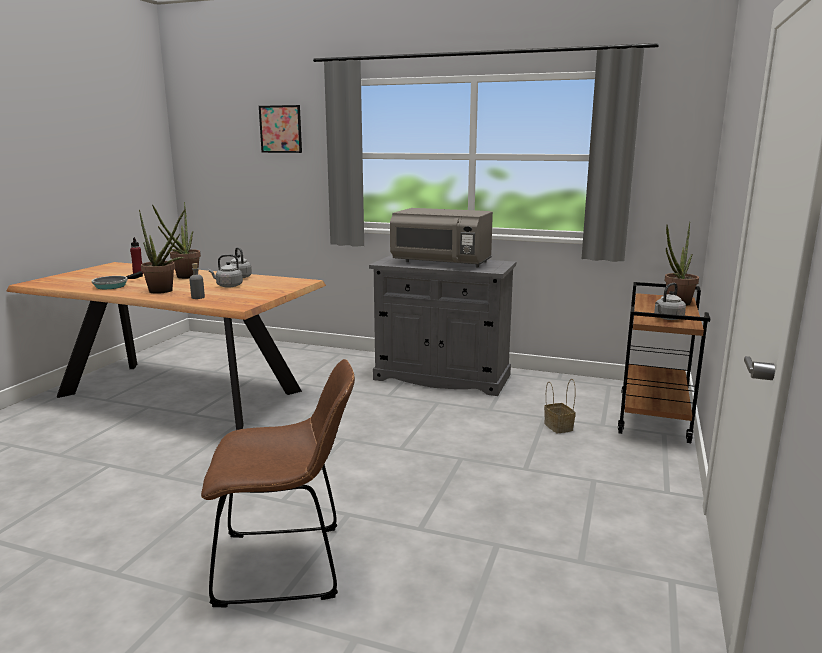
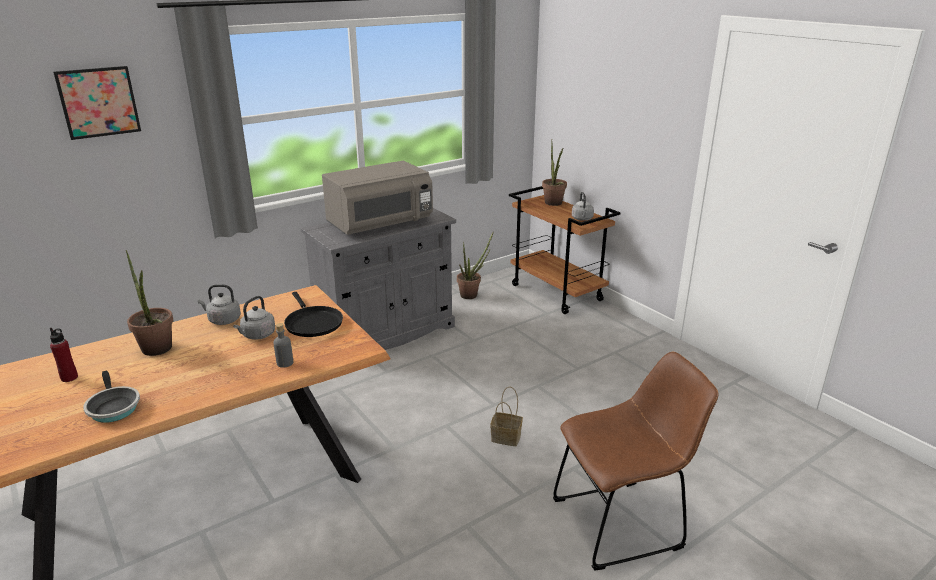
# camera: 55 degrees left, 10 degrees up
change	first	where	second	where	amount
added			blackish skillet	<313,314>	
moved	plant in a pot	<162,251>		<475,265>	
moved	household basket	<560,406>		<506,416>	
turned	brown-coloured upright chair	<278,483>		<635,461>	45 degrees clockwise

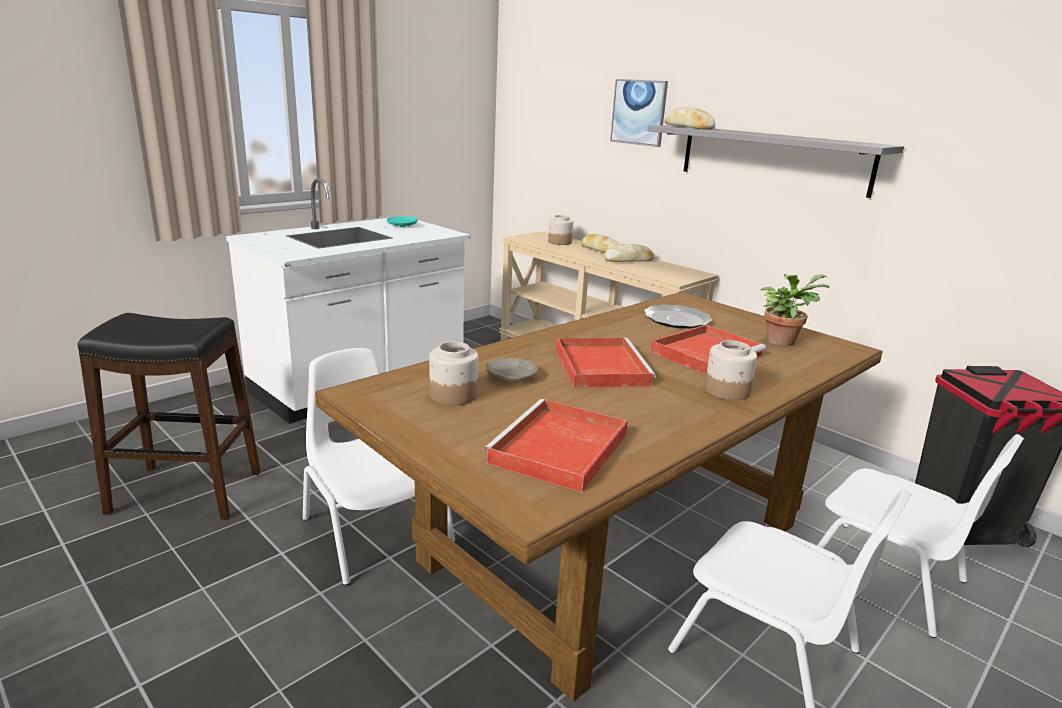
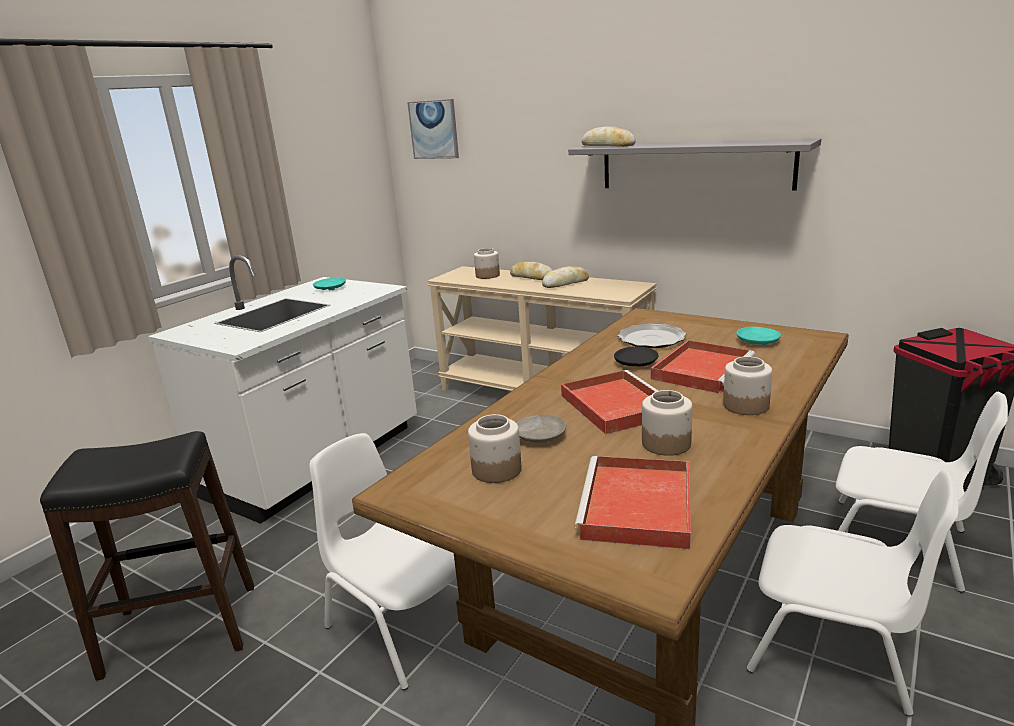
# camera: 10 degrees left, 0 degrees up
change	first	where	second	where	amount
added			blackish flat dish	<636,356>	
added			preserve jar	<667,423>	
moved	wall picture	<639,113>		<433,129>	
replaced	plant in a pot	<794,310>	turquoise-coloured flat dish	<759,336>	

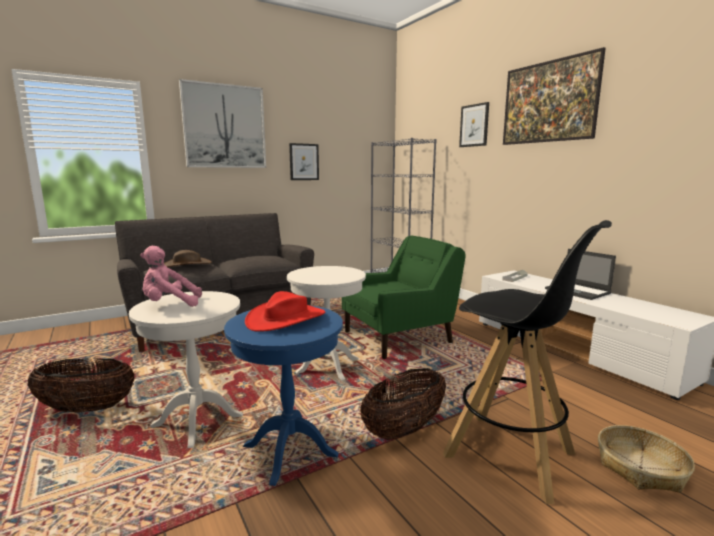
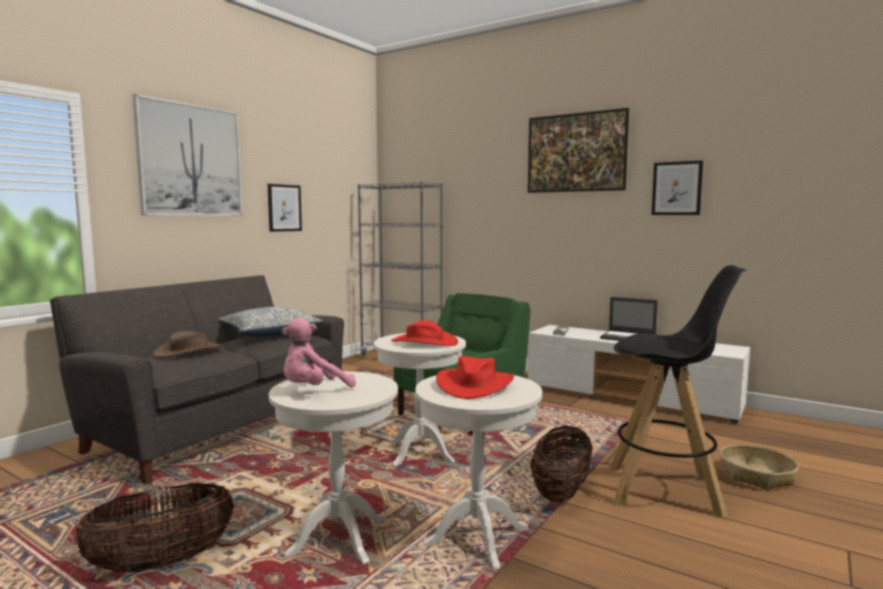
# camera: 25 degrees left, 5 degrees down
change	first	where	second	where	amount
added			pillow	<271,322>	
added			red clothing hat	<424,333>	
moved	wall picture	<474,124>		<677,187>	
recoloured	blue side table	<283,395>	white-coloured side table	<478,472>	

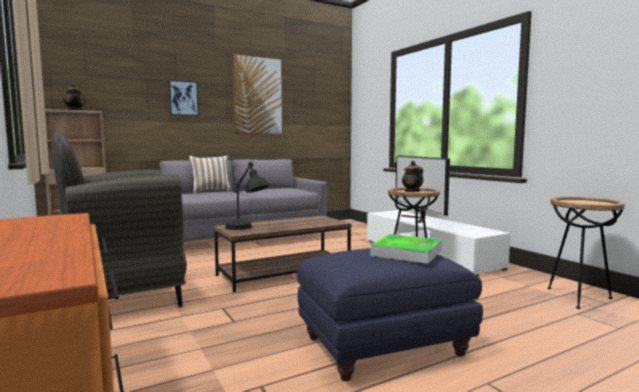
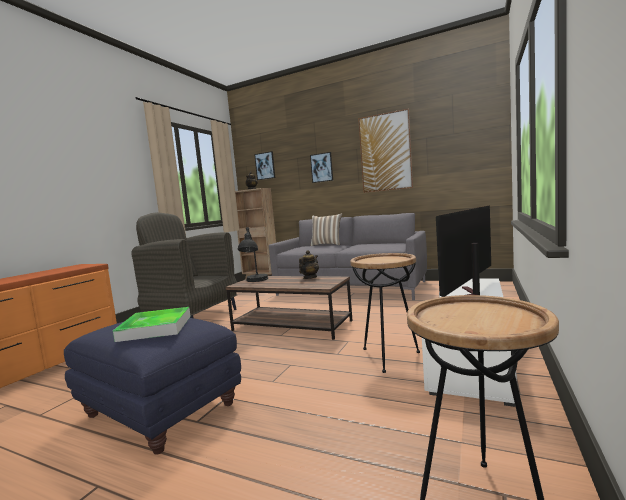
# camera: 55 degrees right, 0 degrees up
change	first	where	second	where	amount
added			wall picture	<264,165>	
moved	pot for tea	<413,176>		<309,264>	

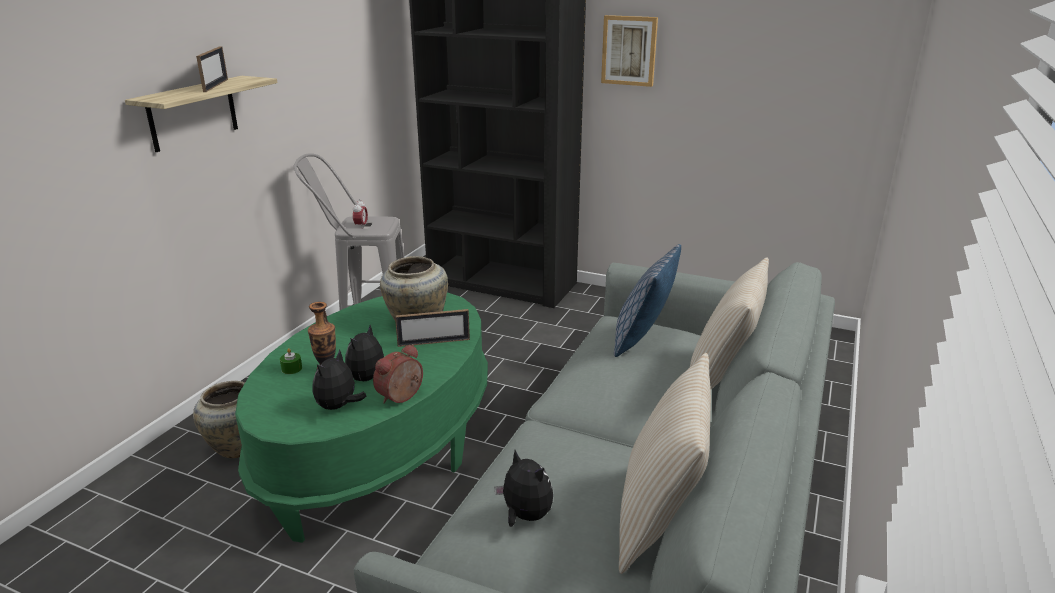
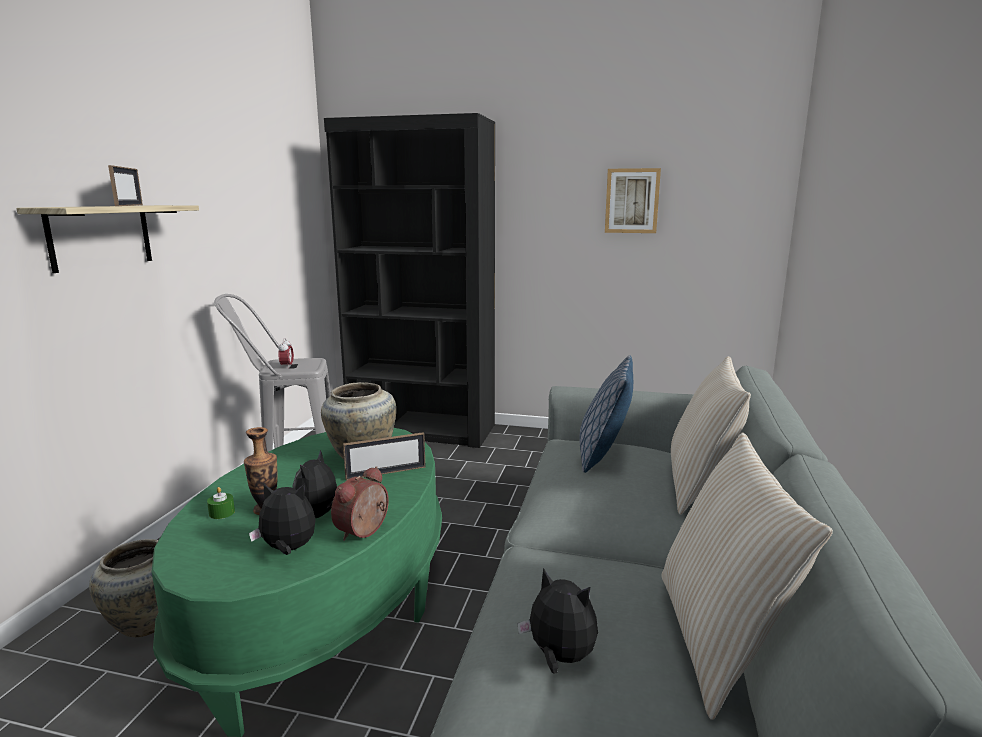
# camera: 10 degrees left, 10 degrees down
change	first	where	second	where	amount
moved	wall picture	<629,51>		<633,200>	
turned	soft toy	<340,379>		<282,519>	75 degrees clockwise

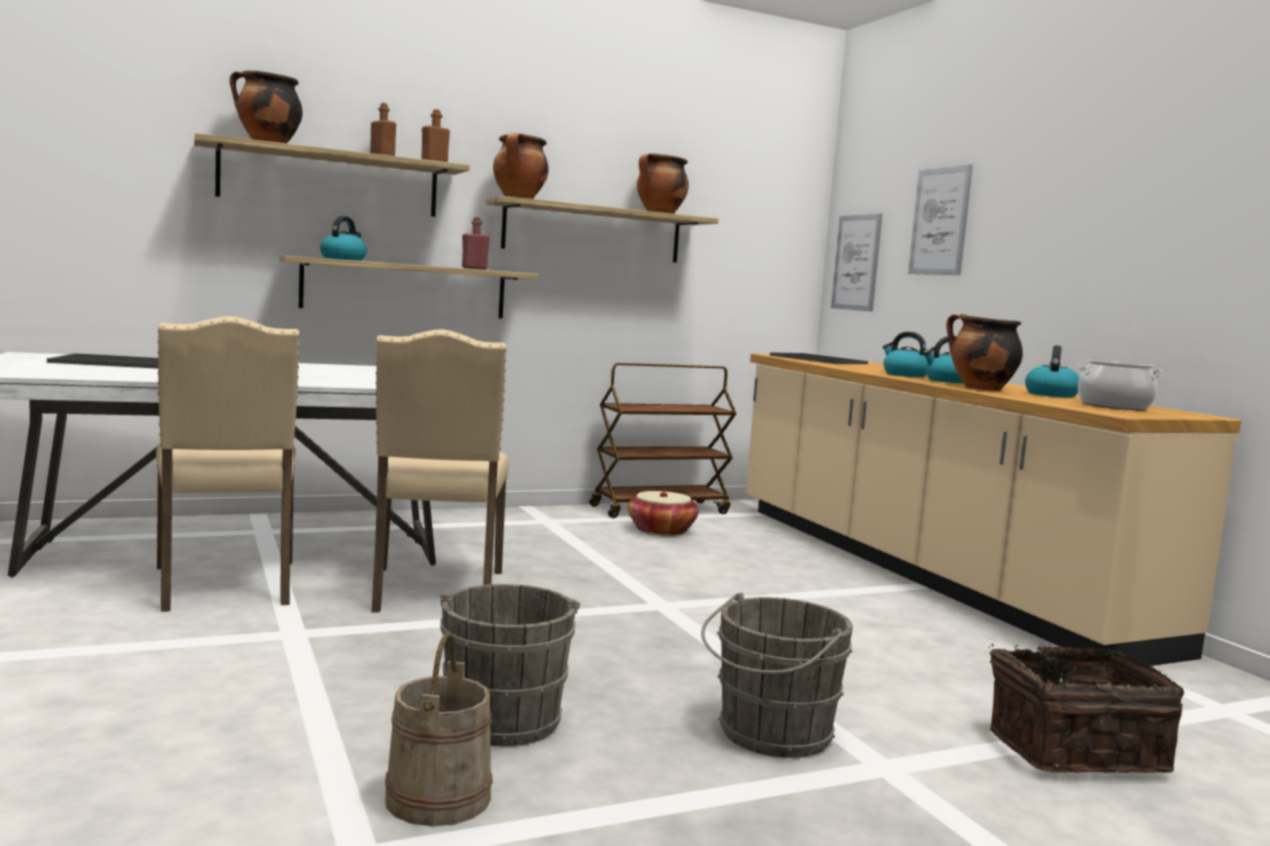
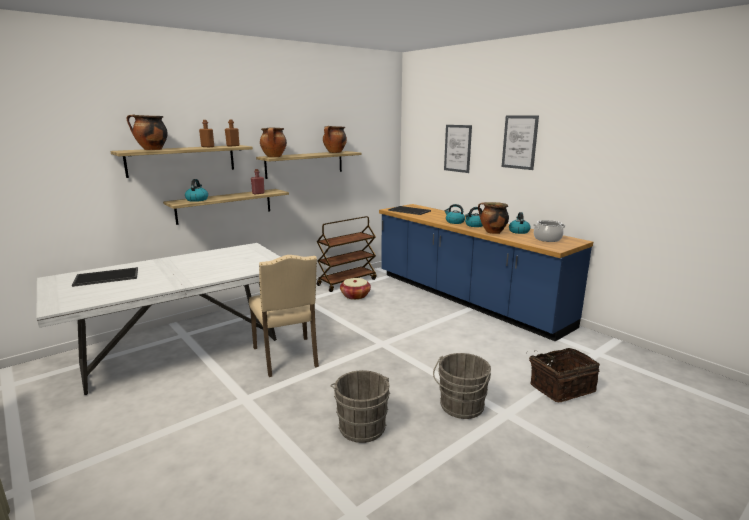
# camera: 15 degrees left, 10 degrees up
change	first	where	second	where	amount
removed	beige upright chair	<228,464>			
removed	beige water bucket	<439,729>			
moved	wall picture	<857,262>		<520,142>	
recoloured	beige kitchen counter	<993,510>	blue kitchen counter	<486,272>	

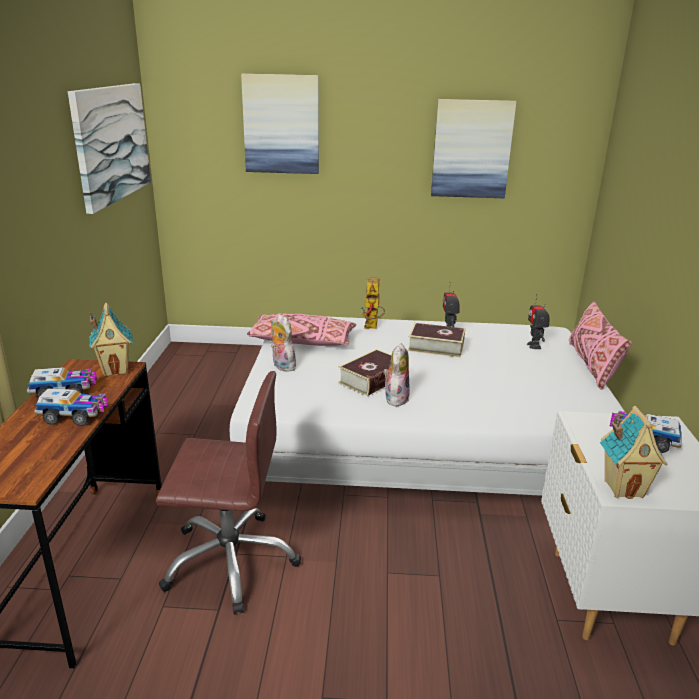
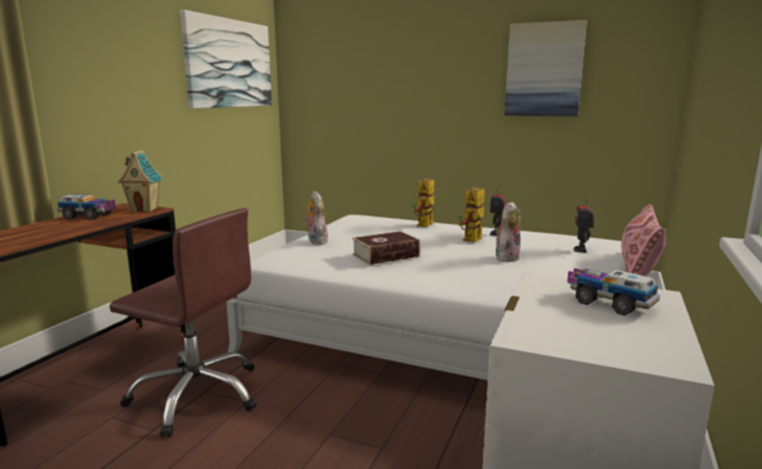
# camera: 20 degrees right, 10 degrees down
change	first	where	second	where	amount
removed	model truck	<71,407>			
removed	wall picture	<280,123>			
removed	pink-coloured pillow	<301,329>			
removed	model house	<633,452>			
moved	soft toy	<396,374>		<508,231>	
replaced	book	<436,340>	robot figure	<471,214>	

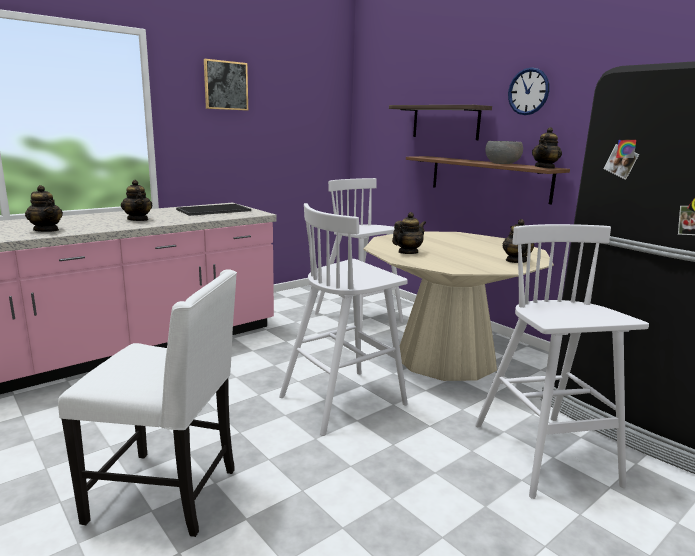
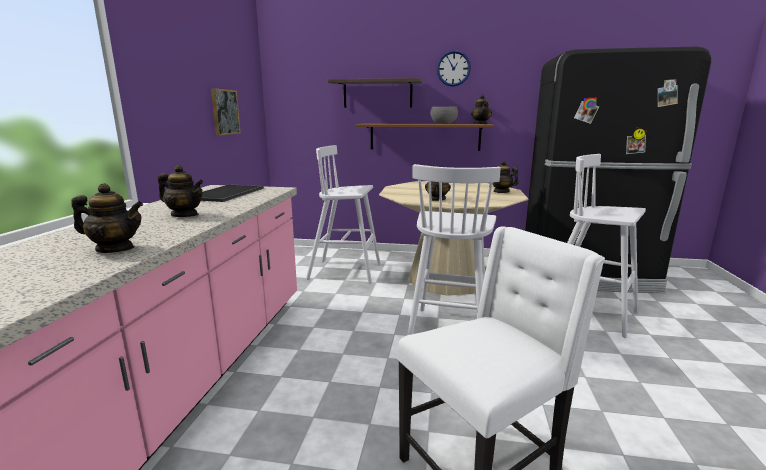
# camera: 40 degrees left, 0 degrees up
change	first	where	second	where	amount
moved	wall picture	<226,85>		<226,112>	

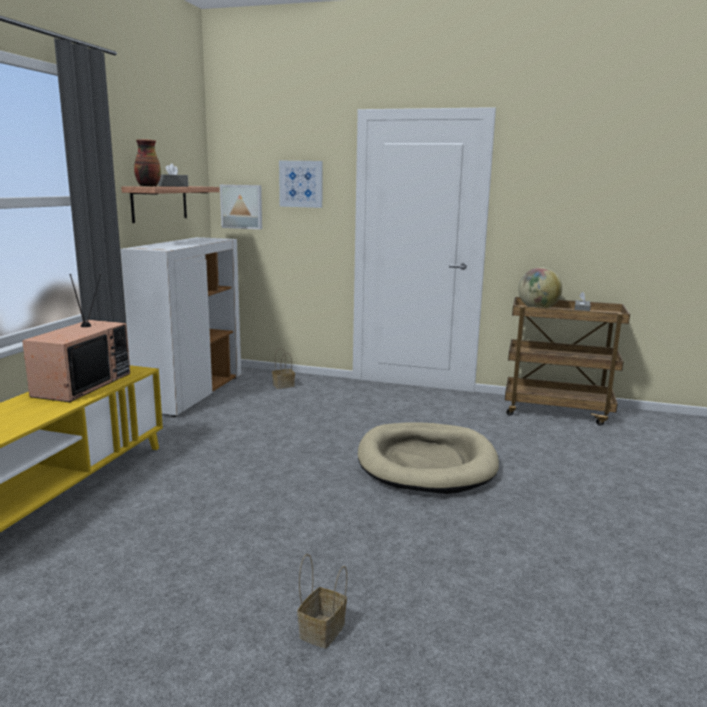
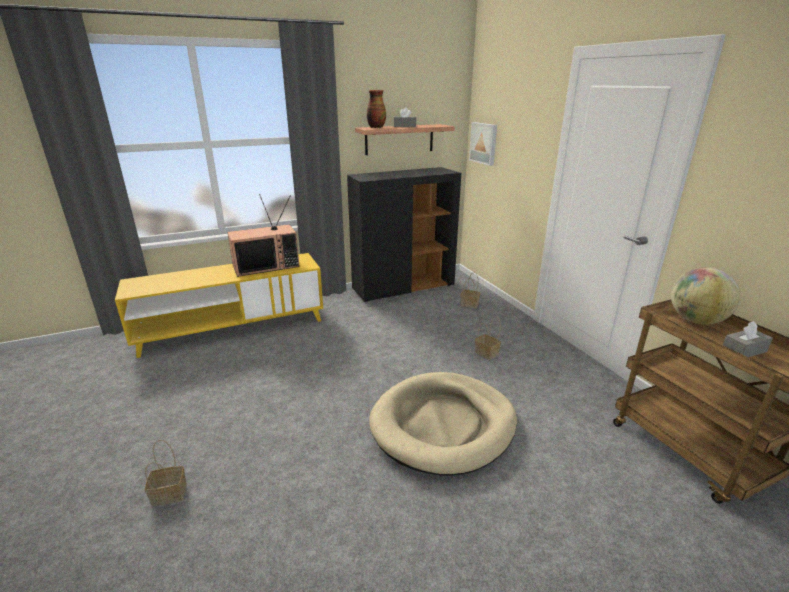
# camera: 50 degrees right, 10 degrees up
change	first	where	second	where	amount
removed	wall picture	<301,184>			
added			household basket	<488,338>	
recoloured	white-coloured cabinet	<180,327>	blackish cabinet	<404,234>	

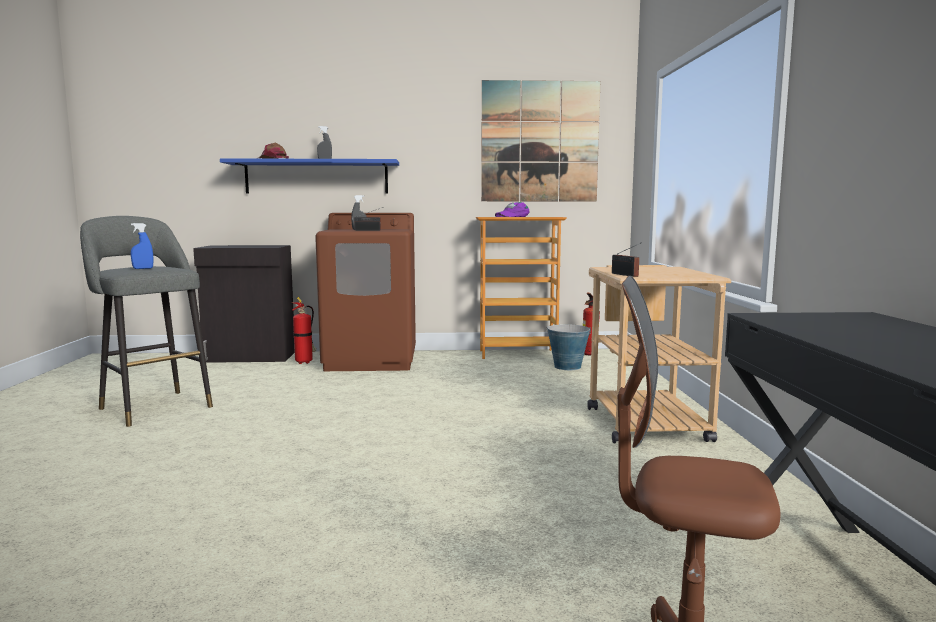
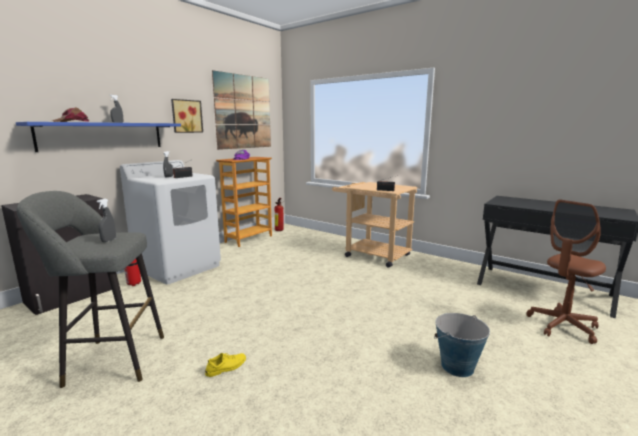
# camera: 50 degrees left, 5 degrees up
change	first	where	second	where	amount
added			wall picture	<187,116>	
added			yellow item of footwear	<225,365>	
moved	water bucket	<569,347>		<462,345>	
recoloured	blue spray bottle	<142,246>	greyish spray bottle	<106,220>	
recoloured	brown-coloured washing machine	<365,292>	white-coloured washing machine	<170,222>	

